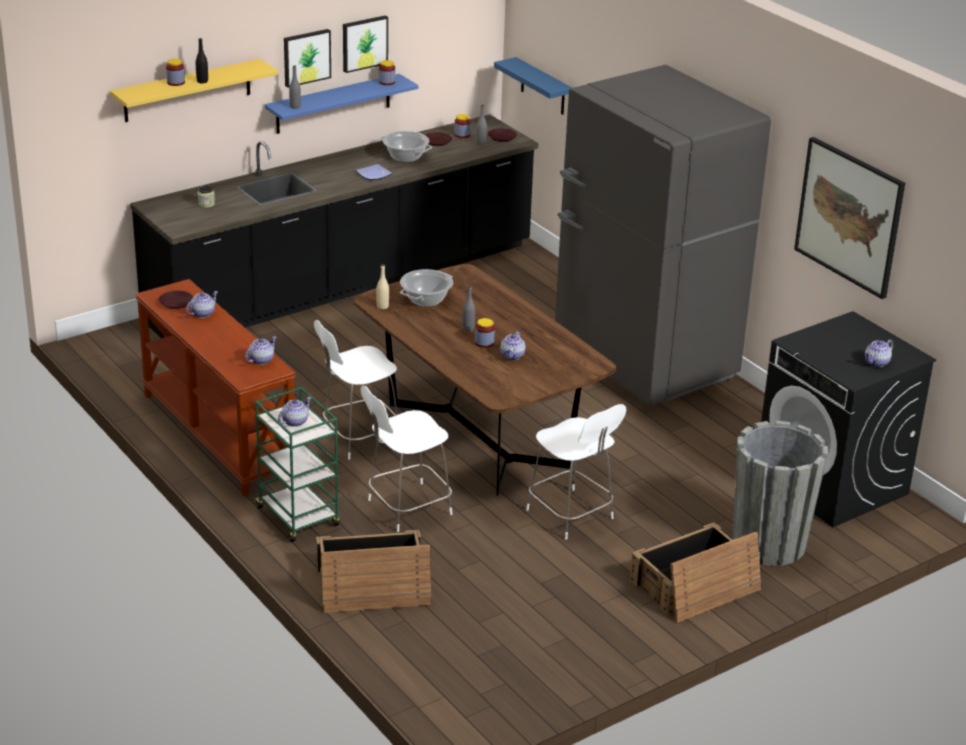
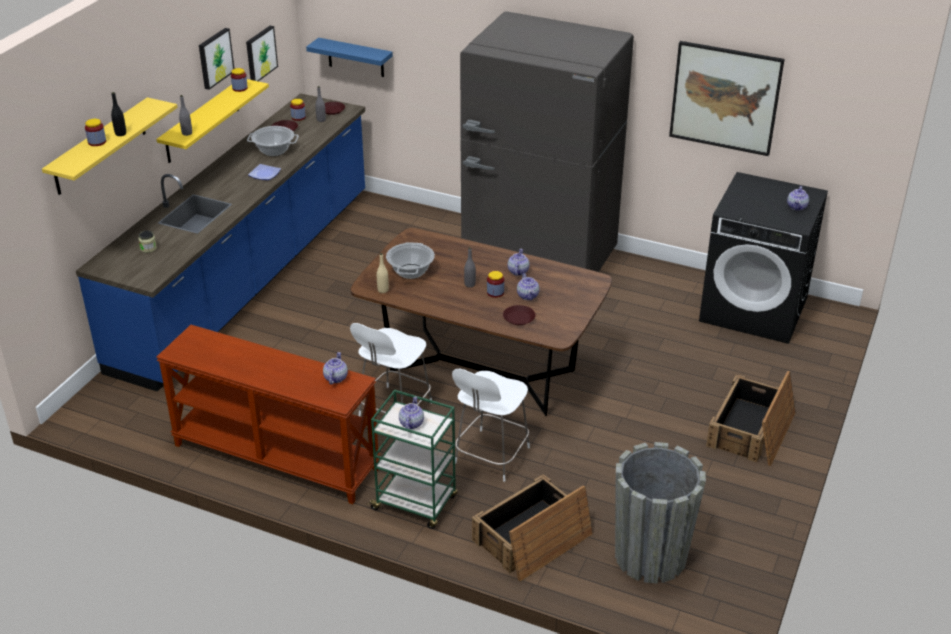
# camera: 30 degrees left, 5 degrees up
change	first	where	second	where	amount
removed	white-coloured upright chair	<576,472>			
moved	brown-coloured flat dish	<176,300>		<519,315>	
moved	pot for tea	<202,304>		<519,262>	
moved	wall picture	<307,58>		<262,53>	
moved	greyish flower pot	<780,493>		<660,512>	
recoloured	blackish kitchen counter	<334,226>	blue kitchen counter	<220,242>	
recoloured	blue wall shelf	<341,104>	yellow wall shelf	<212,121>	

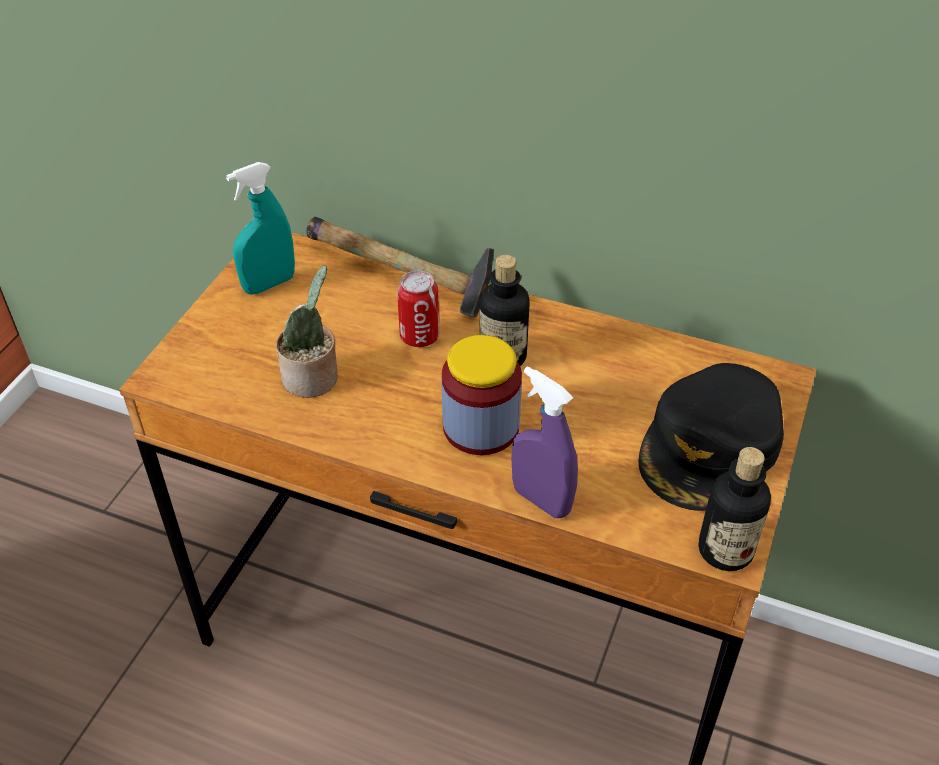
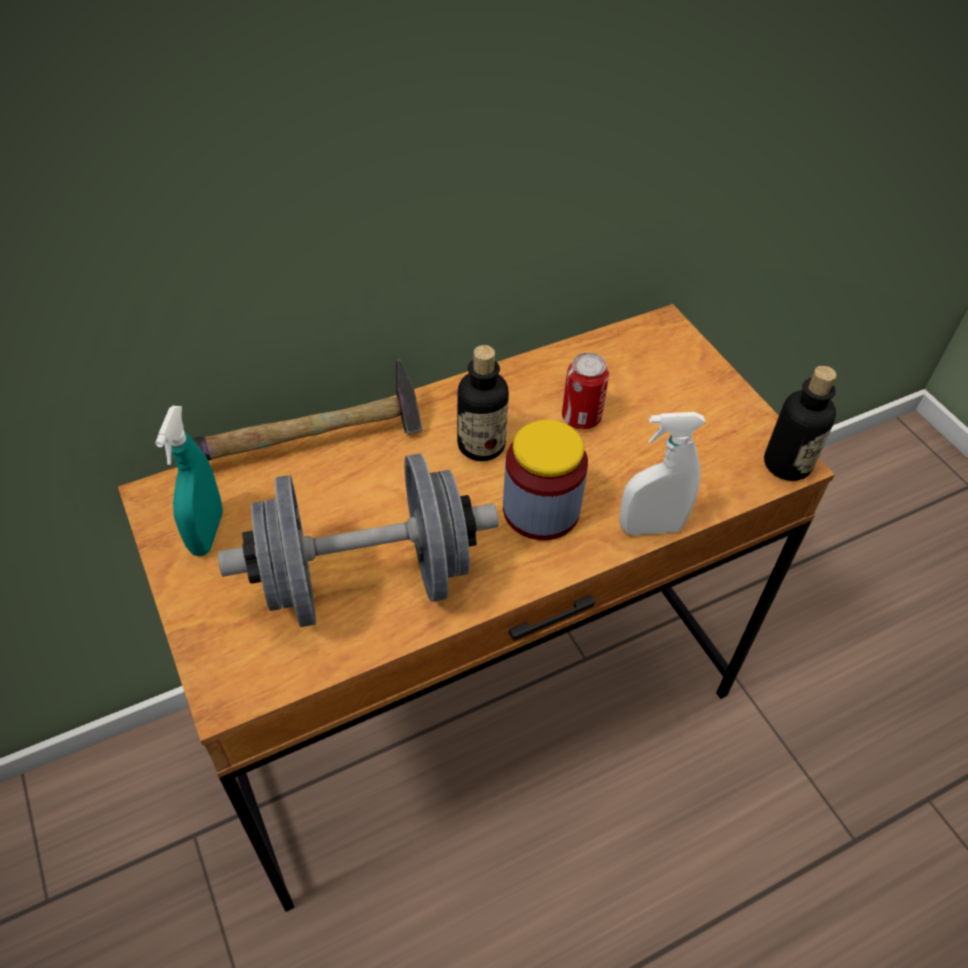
# camera: 50 degrees left, 5 degrees up
change	first	where	second	where	amount
removed	blackish baseball cap	<711,437>			
moved	can	<418,309>		<585,391>	
replaced	plant in a pot	<307,331>	greyish hand weight	<358,540>	
recoloured	purple-coloured spray bottle	<544,442>	white-coloured spray bottle	<662,474>	

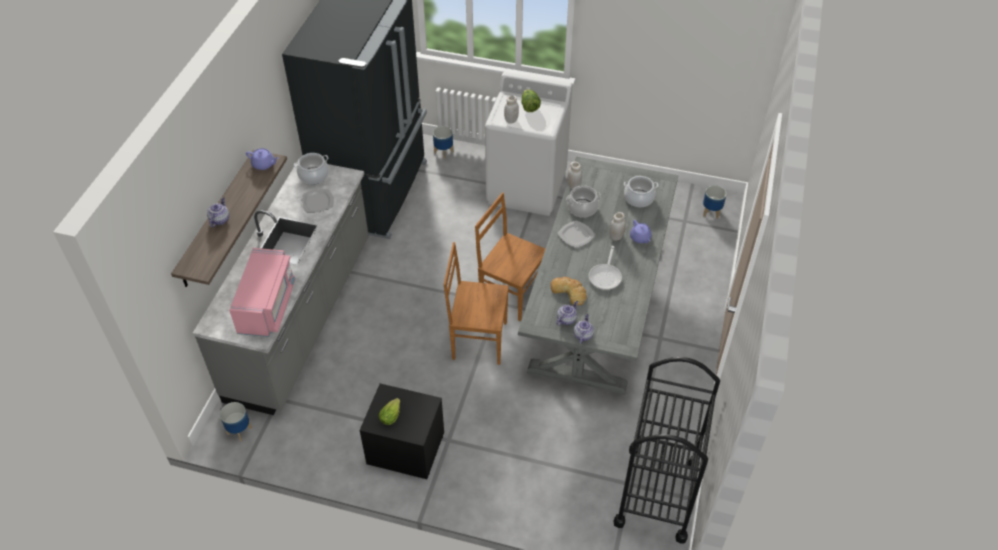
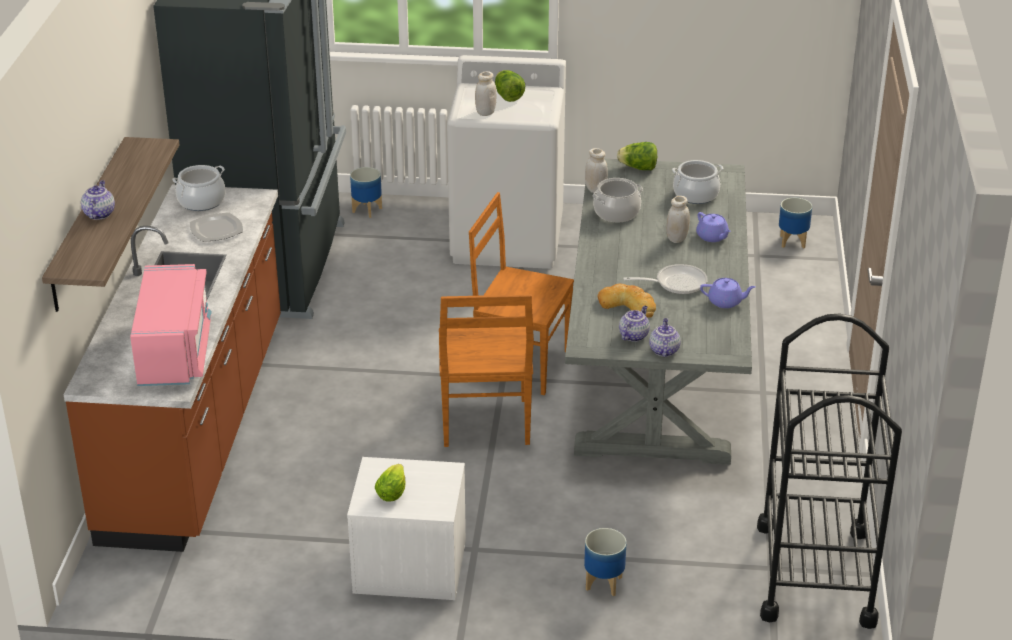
# camera: 10 degrees left, 15 degrees down
change	first	where	second	where	amount
removed	flat dish	<576,234>			
added			lettuce	<637,156>	
moved	flower pot	<236,421>		<605,562>	
moved	purple-coloured pot for tea	<262,159>		<728,293>	
recoloured	greyish kitchen counter	<281,288>	brown-coloured kitchen counter	<172,368>	
recoloured	blackish night table	<401,431>	white-coloured night table	<406,528>	
turned	brown-coloured upright chair	<476,303>		<486,370>	90 degrees counterclockwise
turned	skillet	<605,268>		<665,279>	105 degrees counterclockwise

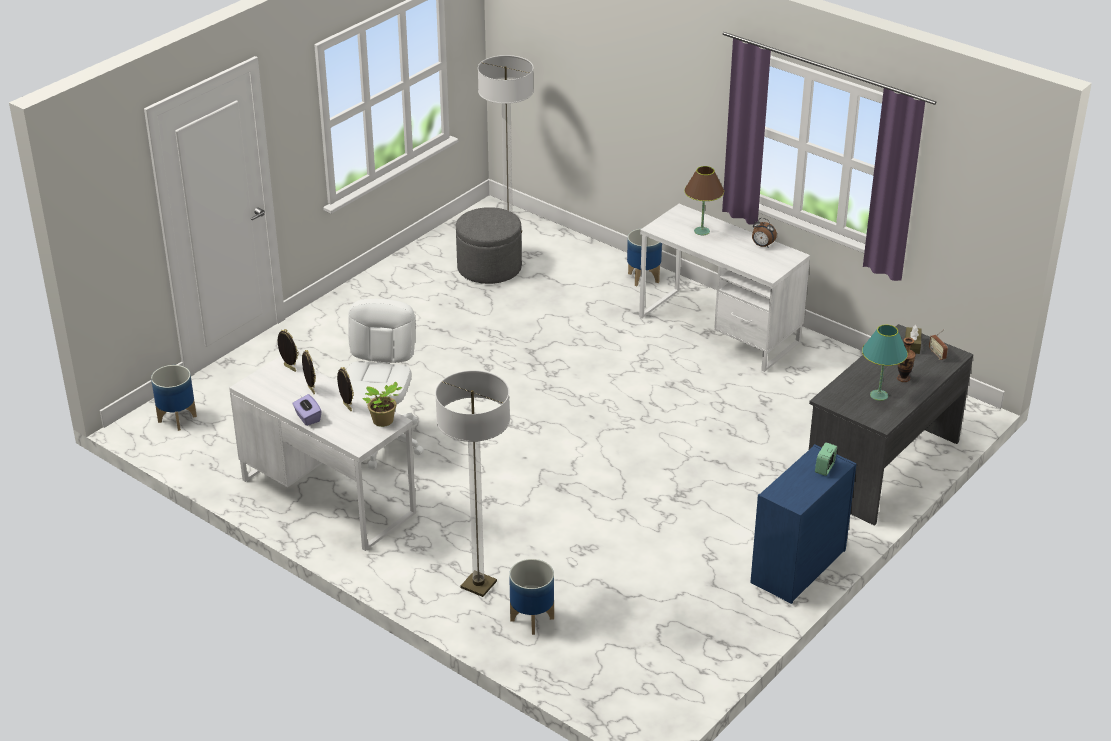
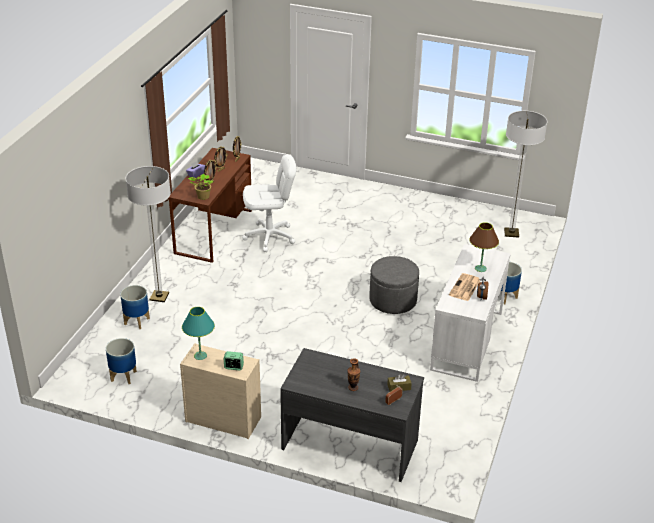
# camera: 70 degrees right, 0 degrees up
change	first	where	second	where	amount
added			daily paper	<465,287>	
moved	flower pot	<174,398>		<121,361>	
moved	greyish ottoman	<489,245>		<394,285>	
moved	turquoise-coloured tabletop lamp	<885,363>		<198,333>	
recoloured	white-coloured desk	<322,453>	brown-coloured desk	<210,205>	
recoloured	blue chest of drawers	<803,524>	beige chest of drawers	<220,391>	

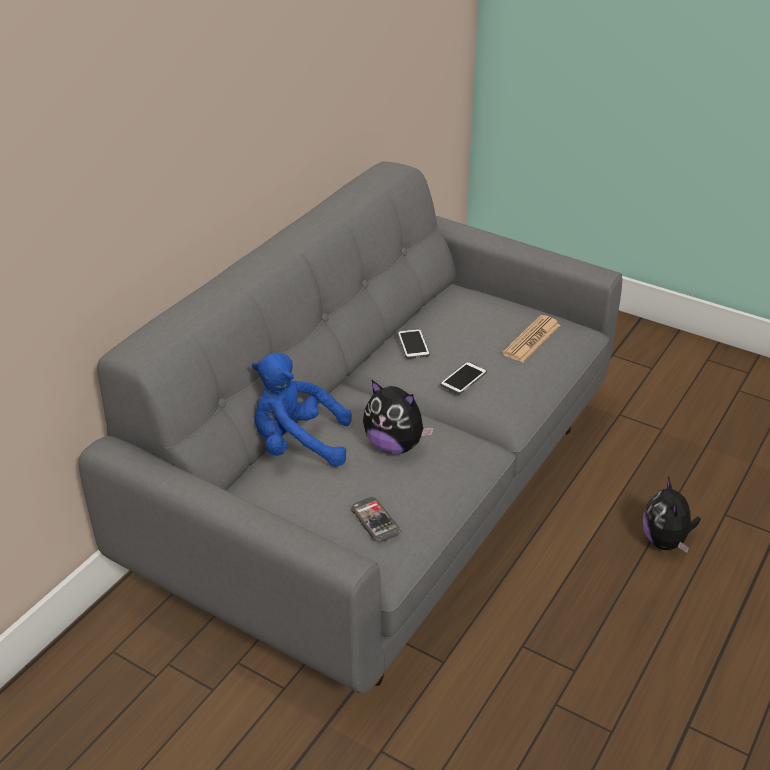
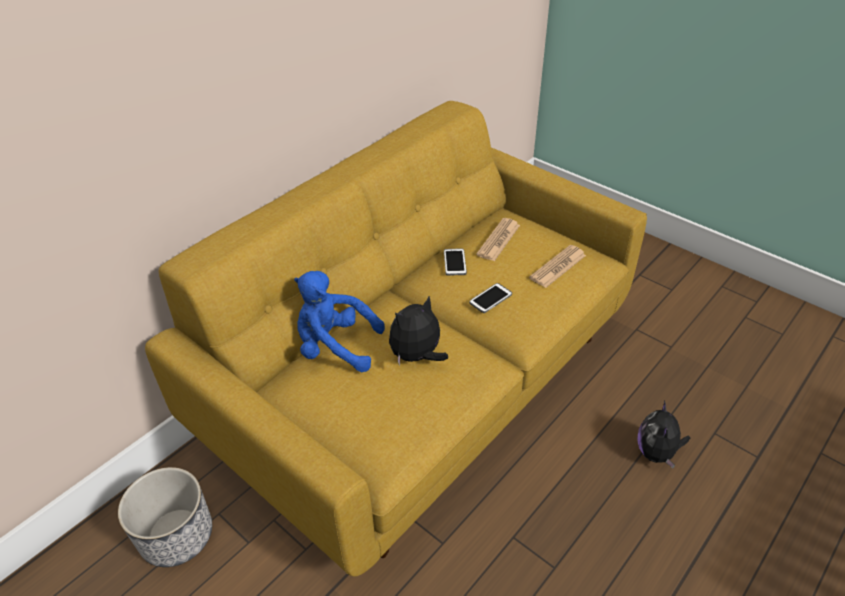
# camera: 10 degrees right, 5 degrees up
change	first	where	second	where	amount
removed	handset	<376,519>			
added			flower pot	<165,517>	
added			daily paper	<498,239>	
recoloured	greyish sofa	<350,428>	yellow sofa	<396,339>	
turned	soft toy	<398,416>		<418,330>	105 degrees clockwise

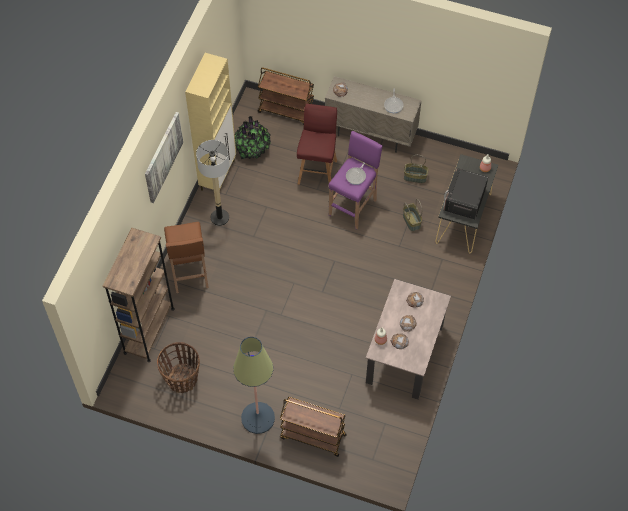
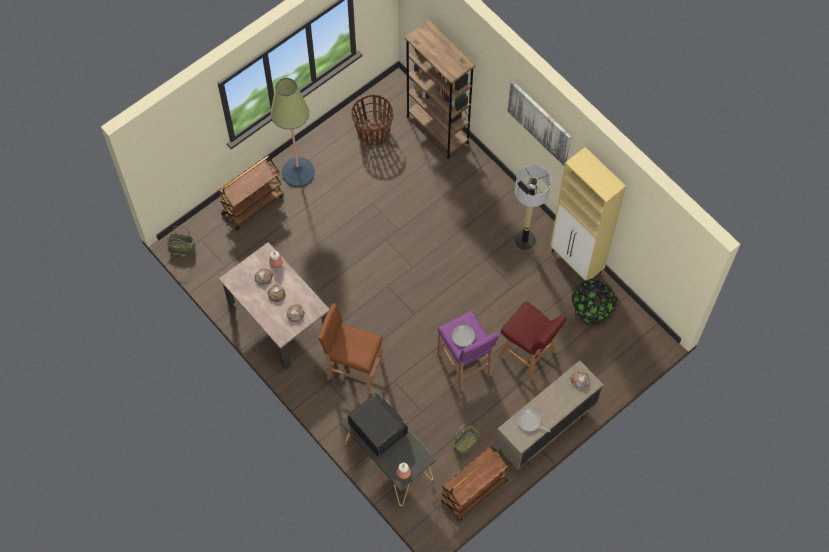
# camera: 120 degrees right, 5 degrees up
change	first	where	second	where	amount
moved	brown-coloured stool	<186,257>		<350,349>	
moved	brown-coloured trolley	<286,96>		<475,484>	
moved	household basket	<412,215>		<180,240>	

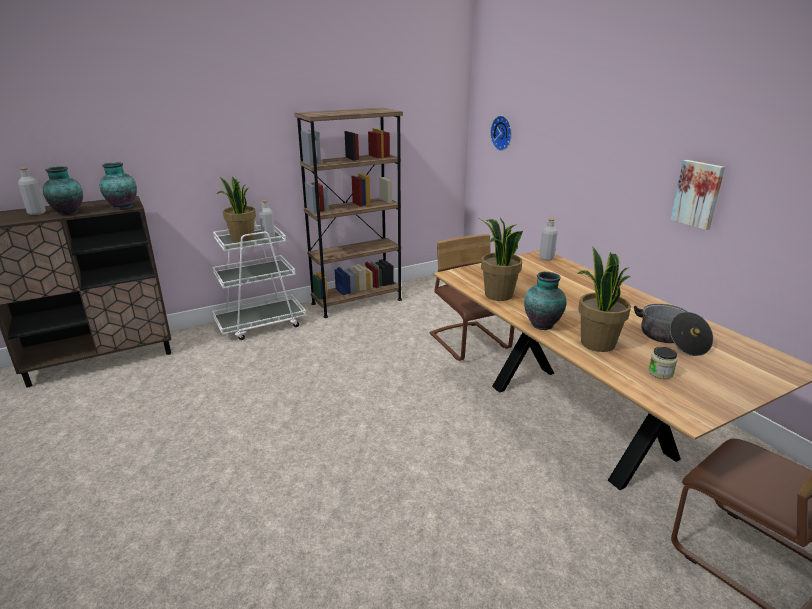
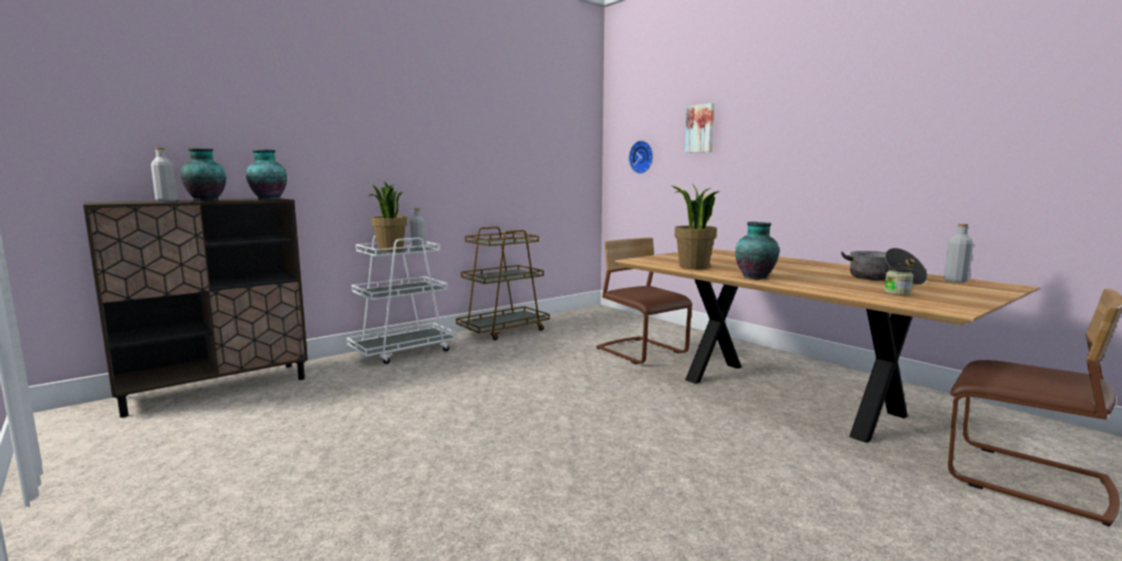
# camera: 10 degrees left, 15 degrees down
change	first	where	second	where	amount
removed	plant in a pot	<604,299>			
moved	greyish drink bottle	<548,239>		<959,253>	
moved	wall picture	<697,195>		<699,128>	
replaced	brown-coloured bookcase	<348,213>	brown-coloured trolley	<503,284>	

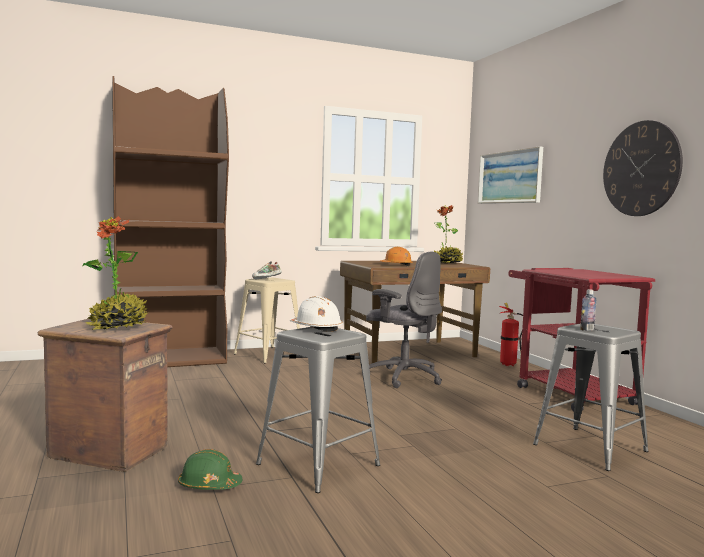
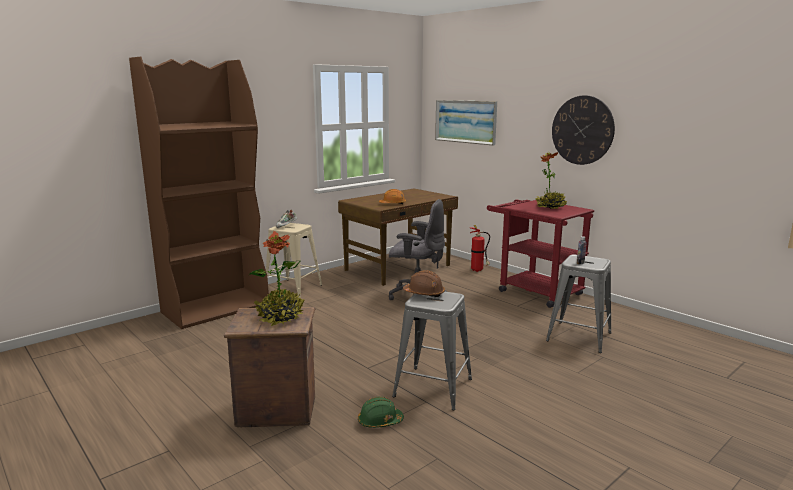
# camera: 20 degrees left, 10 degrees up
change	first	where	second	where	amount
moved	plant in a pot	<448,234>		<551,180>	
recoloured	white-coloured hard hat	<316,314>	brown-coloured hard hat	<424,283>	

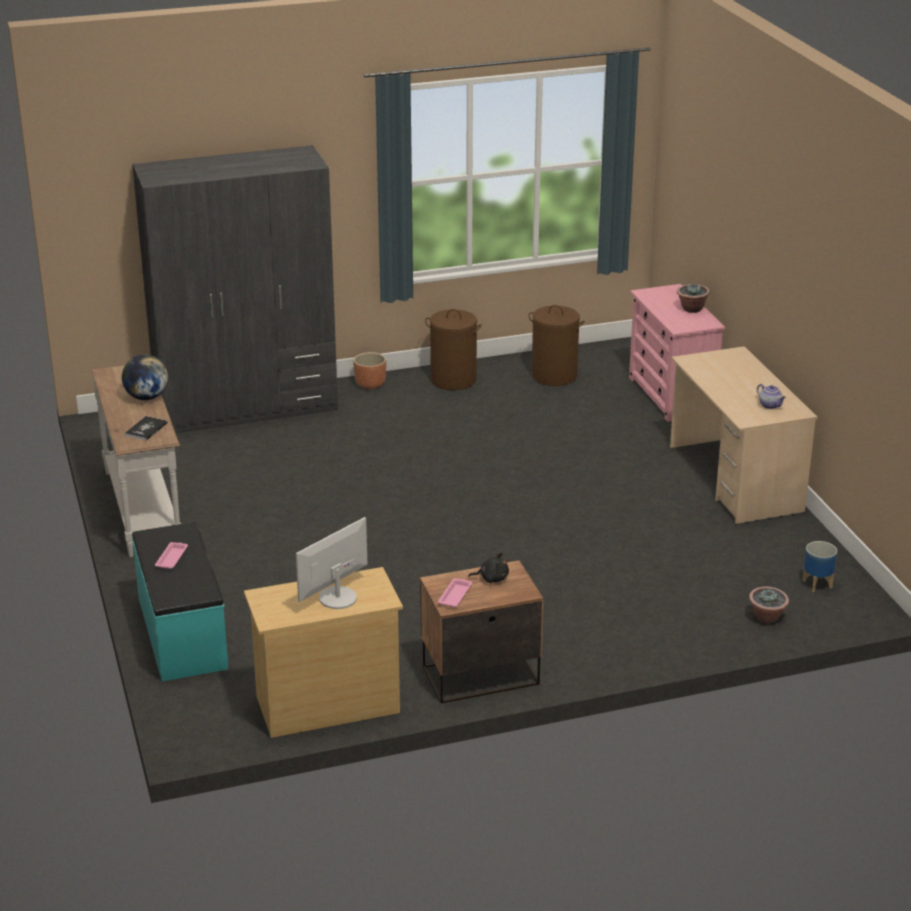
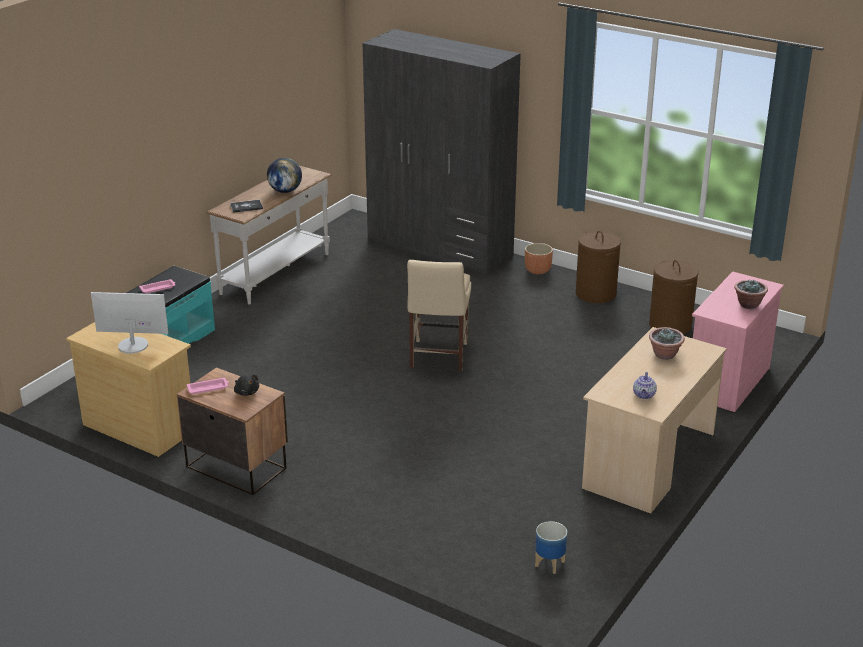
# camera: 50 degrees right, 0 degrees up
change	first	where	second	where	amount
added			beige upright chair	<439,315>	
moved	plant in a pot	<769,605>		<667,343>	

